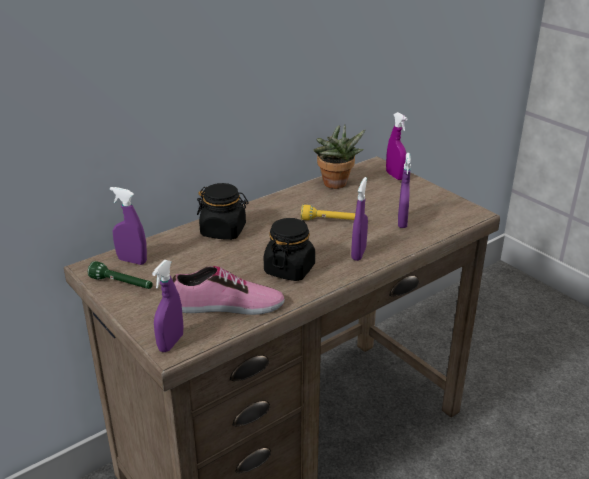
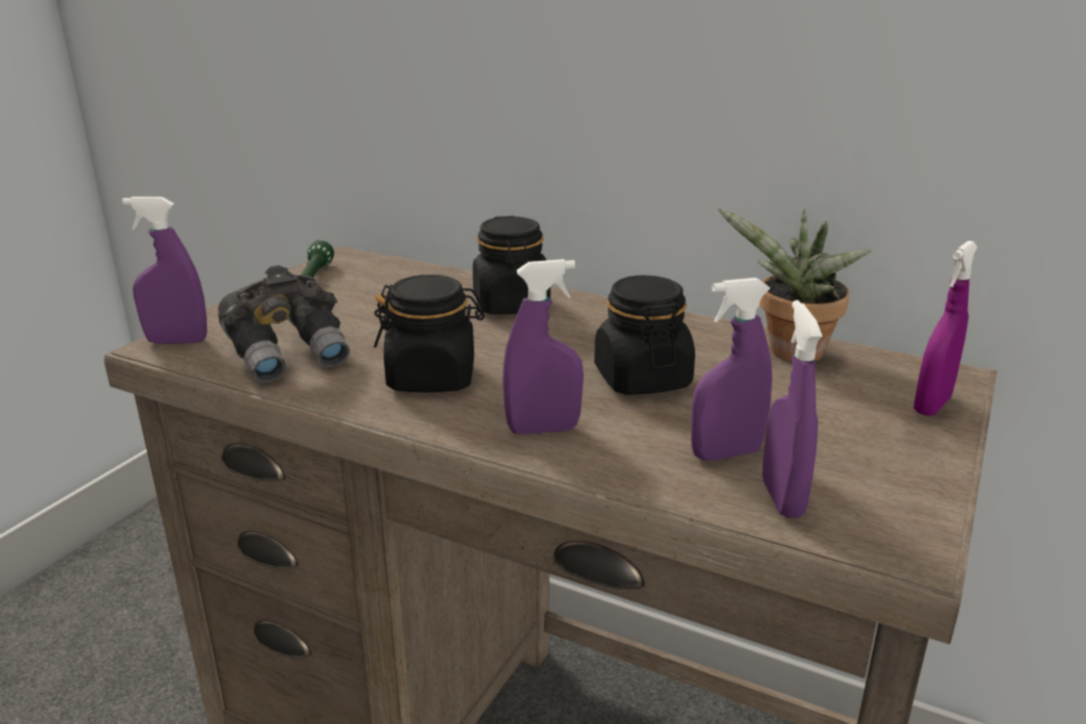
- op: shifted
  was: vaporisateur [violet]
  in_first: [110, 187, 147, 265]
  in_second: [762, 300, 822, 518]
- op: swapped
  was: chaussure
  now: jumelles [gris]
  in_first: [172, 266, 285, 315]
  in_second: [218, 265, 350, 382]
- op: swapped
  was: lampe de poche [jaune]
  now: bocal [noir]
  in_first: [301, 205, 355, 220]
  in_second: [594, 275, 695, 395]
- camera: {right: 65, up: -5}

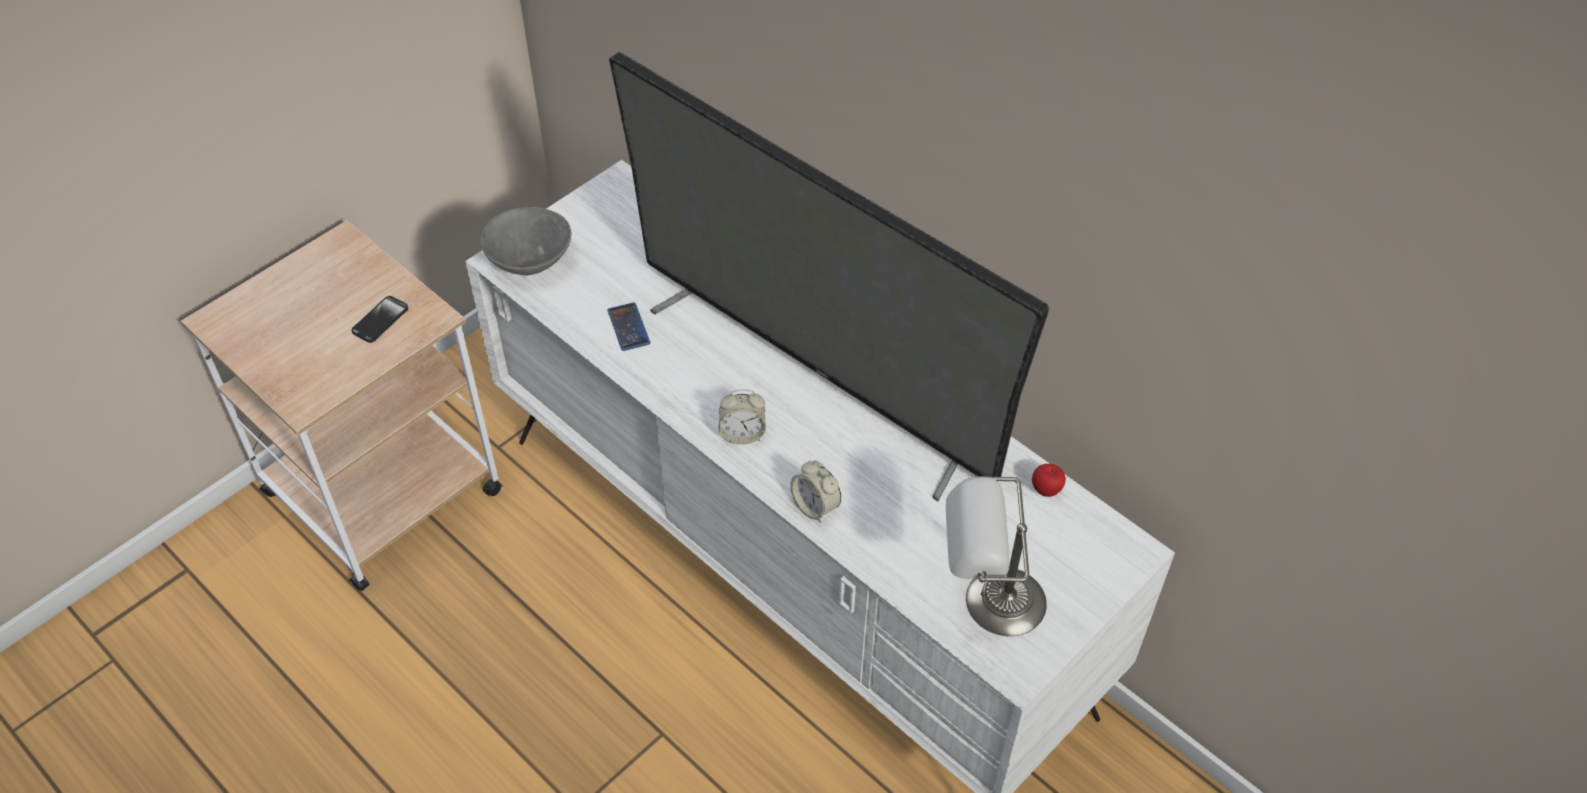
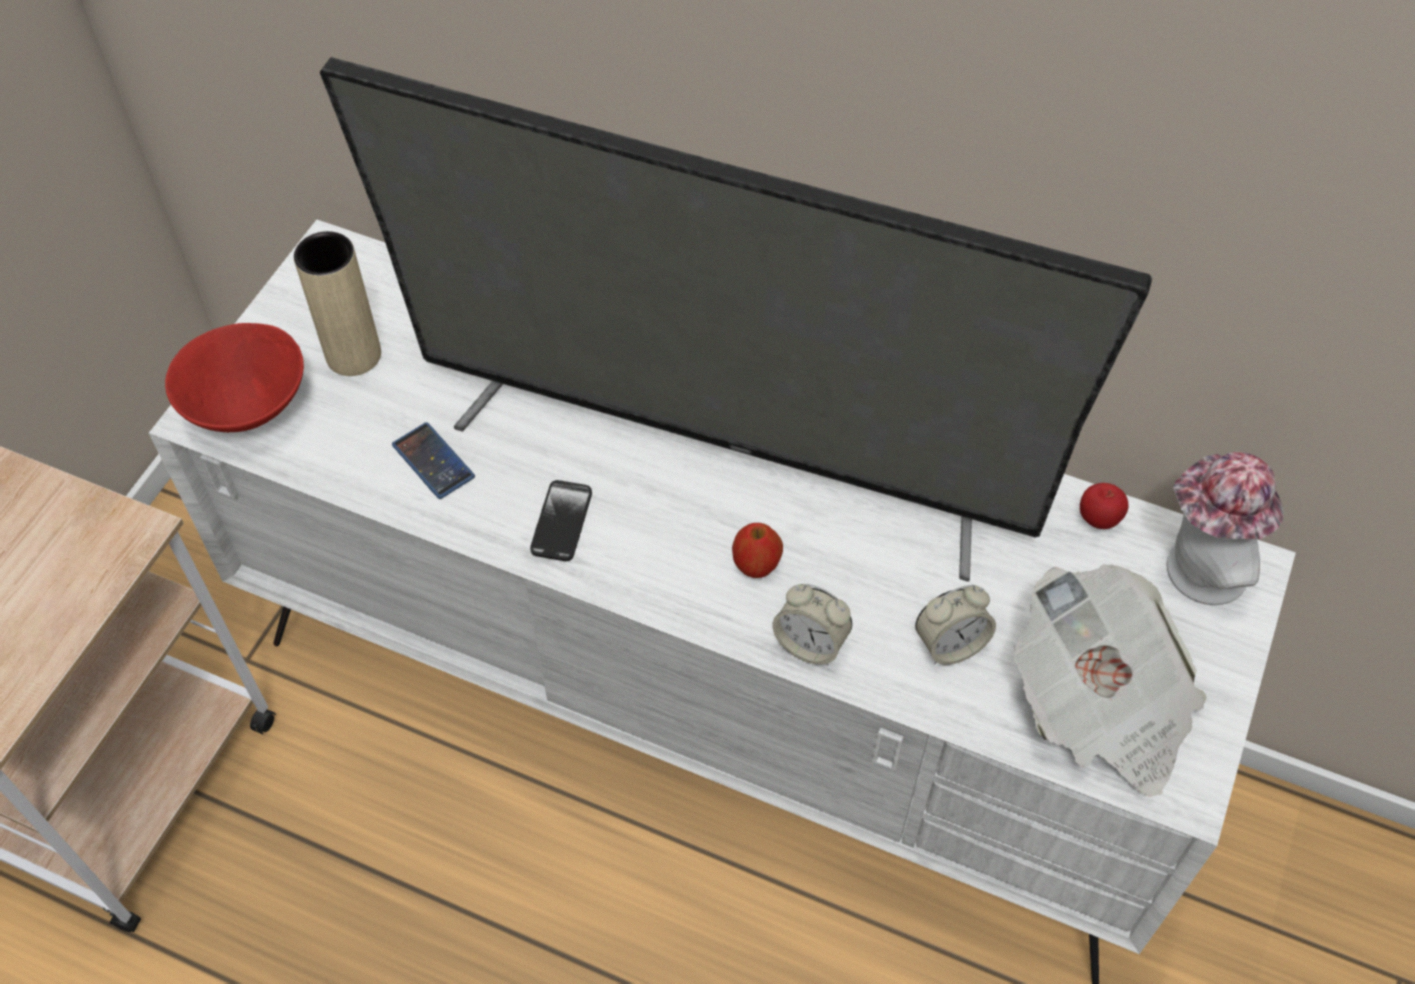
- op: shifted
  was: téléphone
  in_first: [351, 296, 408, 343]
  in_second: [530, 480, 592, 561]
- op: repainted
  was: bol [gris]
  now: bol [rouge]
  in_first: [480, 207, 571, 275]
  in_second: [165, 323, 304, 432]
- op: shifted
  was: réveil
  in_first: [719, 389, 766, 445]
  in_second: [915, 585, 996, 665]
- op: swapped
  was: lampe de table [blanc]
  now: journal
  in_first: [946, 475, 1047, 636]
  in_second: [1014, 564, 1207, 797]
- op: new
  now: vase [beige]
  in_second: [294, 231, 381, 376]
- op: new
  now: pomme
  in_second: [732, 523, 783, 578]
- op: new
  now: chapeau
  in_second: [1167, 452, 1284, 605]
- camera: {right: -20, up: 5}

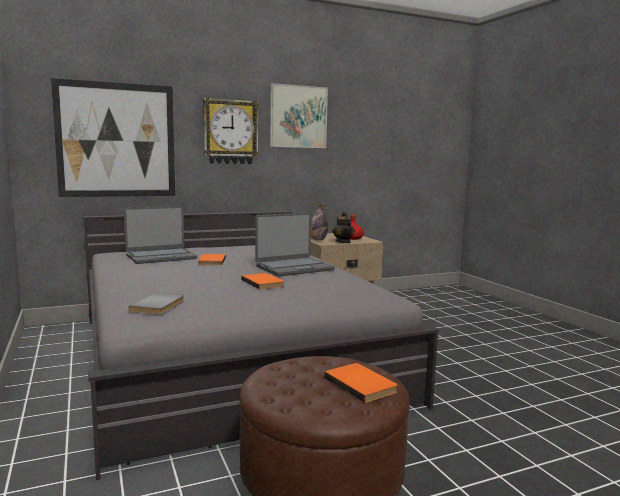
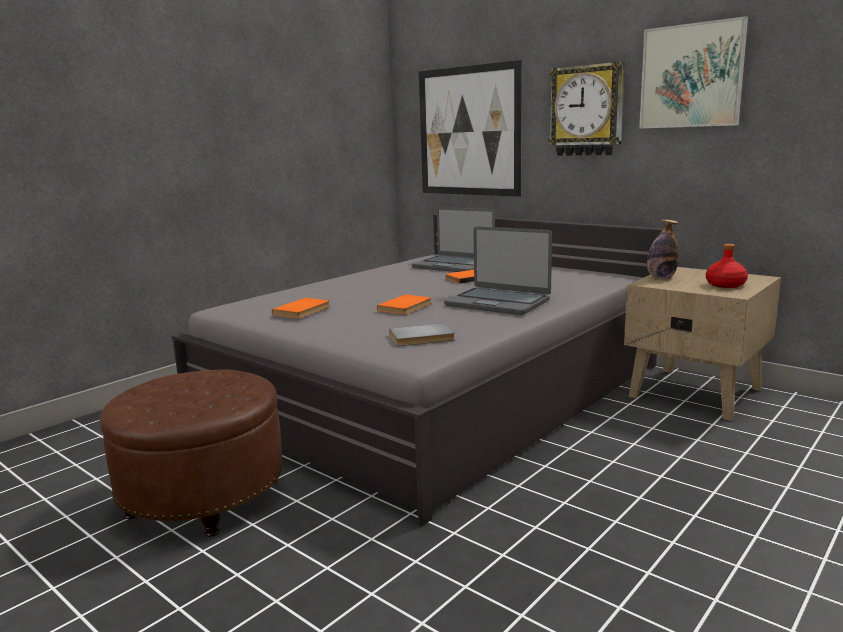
- op: shifted
  was: livre [gris]
  in_first: [129, 293, 184, 315]
  in_second: [389, 323, 455, 346]
- op: shifted
  was: livre [orange]
  in_first: [324, 363, 397, 403]
  in_second: [272, 298, 330, 318]
- op: gone
  was: théière
  in_first: [332, 211, 355, 243]
- camera: {right: 65, up: 5}

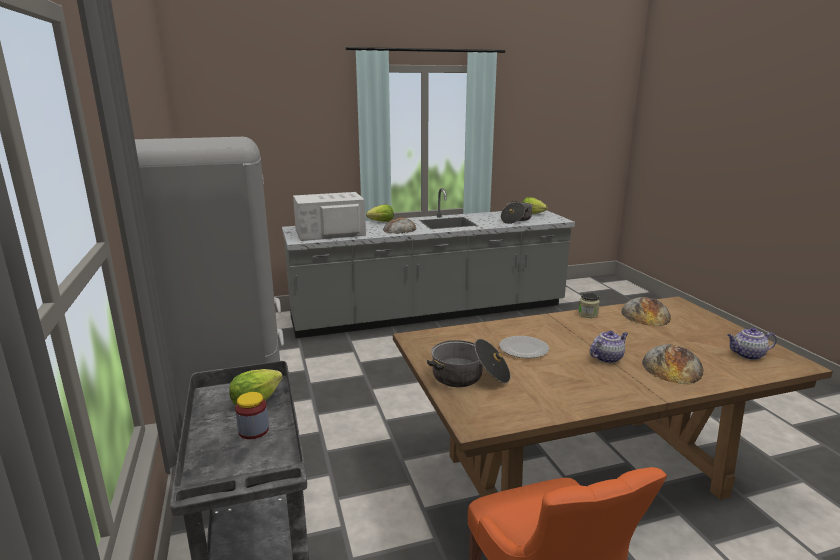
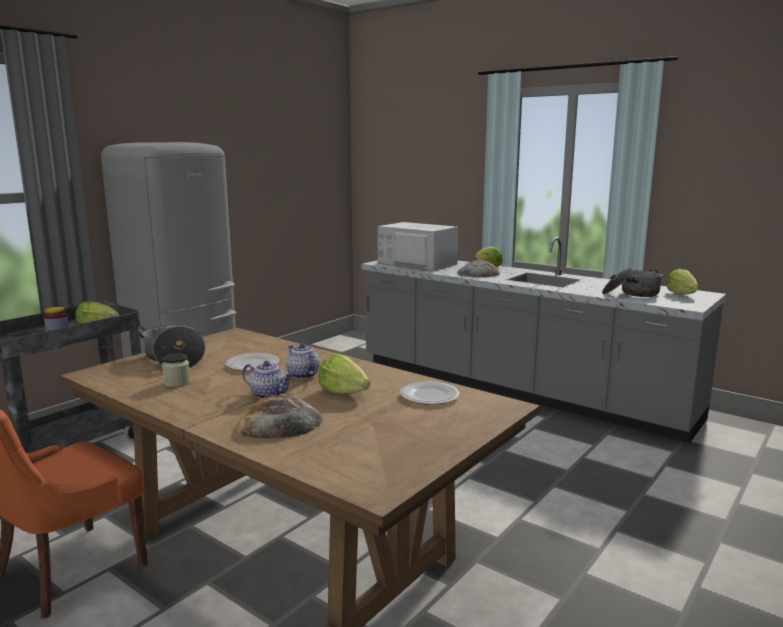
- op: shifted
  was: bocal
  in_first: [578, 293, 600, 318]
  in_second: [162, 354, 190, 387]
- op: swapped
  was: pain
  now: assiette
  in_first: [621, 297, 671, 326]
  in_second: [400, 382, 460, 405]
- op: shifted
  was: théière
  in_first: [727, 327, 777, 360]
  in_second: [286, 343, 320, 379]
- op: new
  now: laitue
  in_second: [319, 354, 370, 394]
- camera: {right: 55, up: -5}

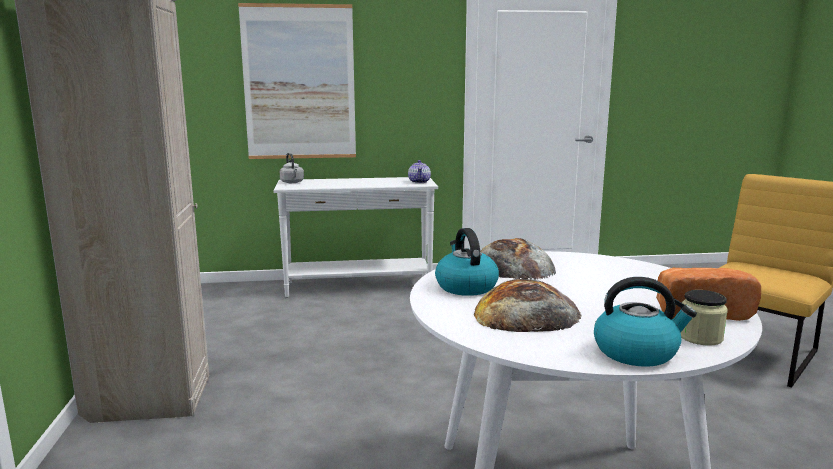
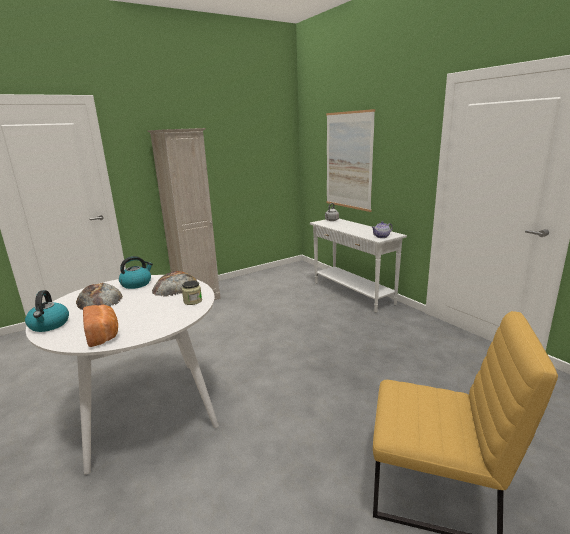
- op: shifted
  was: bocal
  in_first: [681, 290, 728, 346]
  in_second: [182, 281, 202, 305]
- camera: {right: 65, up: 5}

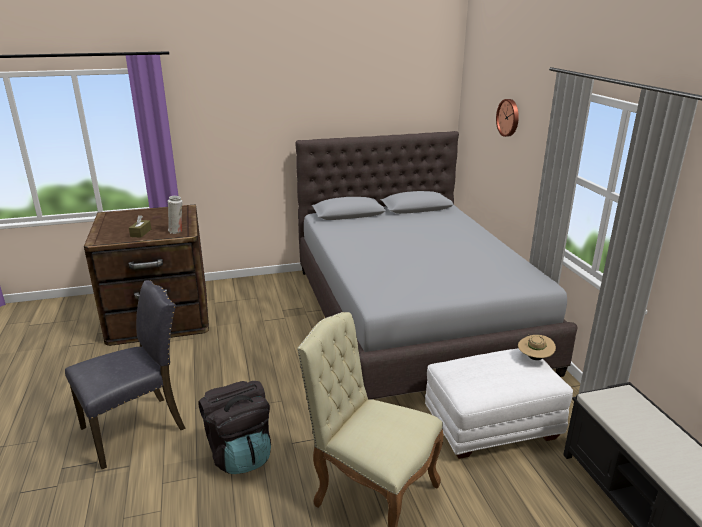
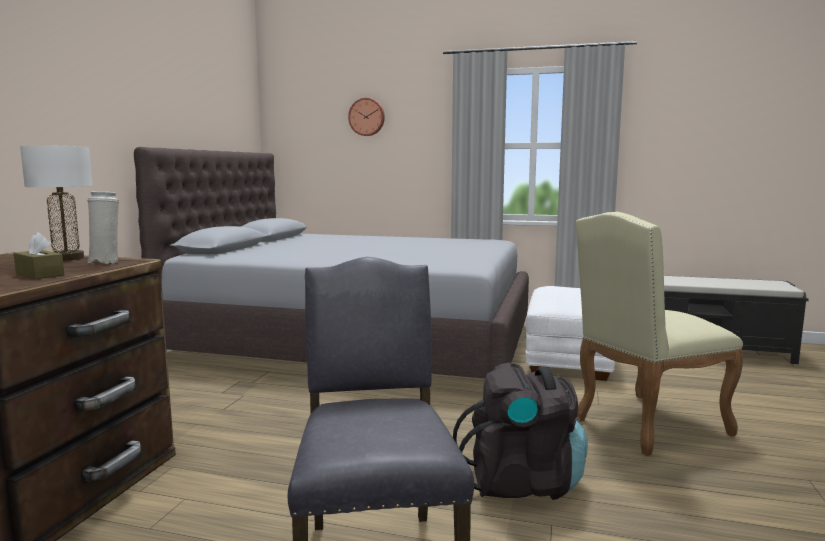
- op: gone
  was: chapeau [beige]
  in_first: [518, 334, 556, 360]
- op: new
  now: lampe de table
  in_second: [20, 145, 93, 261]
- camera: {right: -60, up: -15}

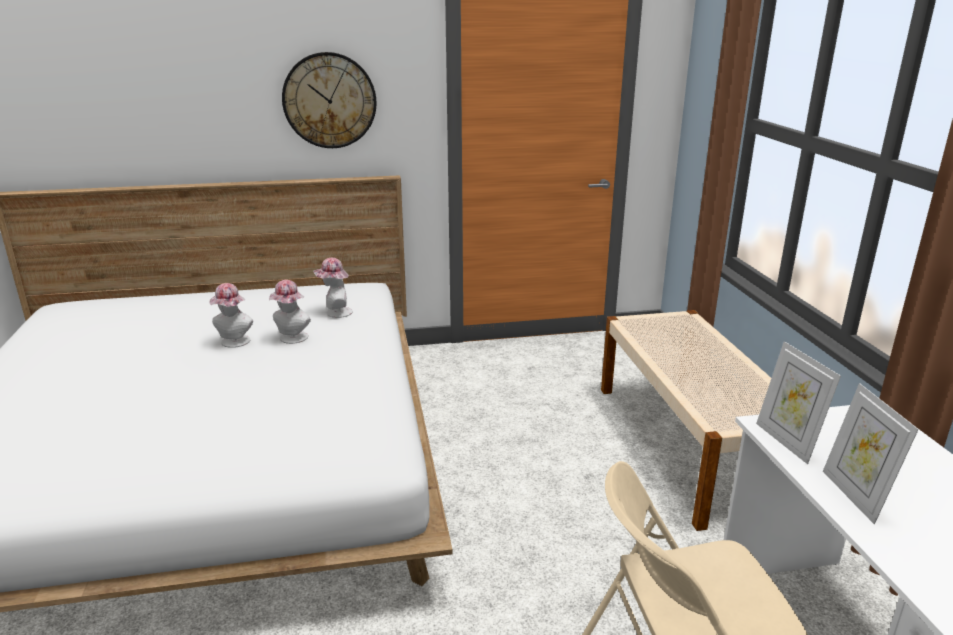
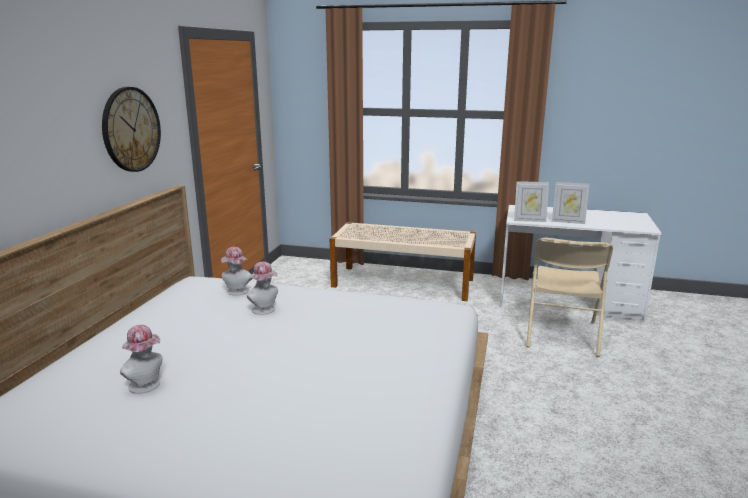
- op: shifted
  was: chapeau
  in_first: [210, 283, 253, 348]
  in_second: [120, 325, 162, 394]
- camera: {right: -65, up: -5}

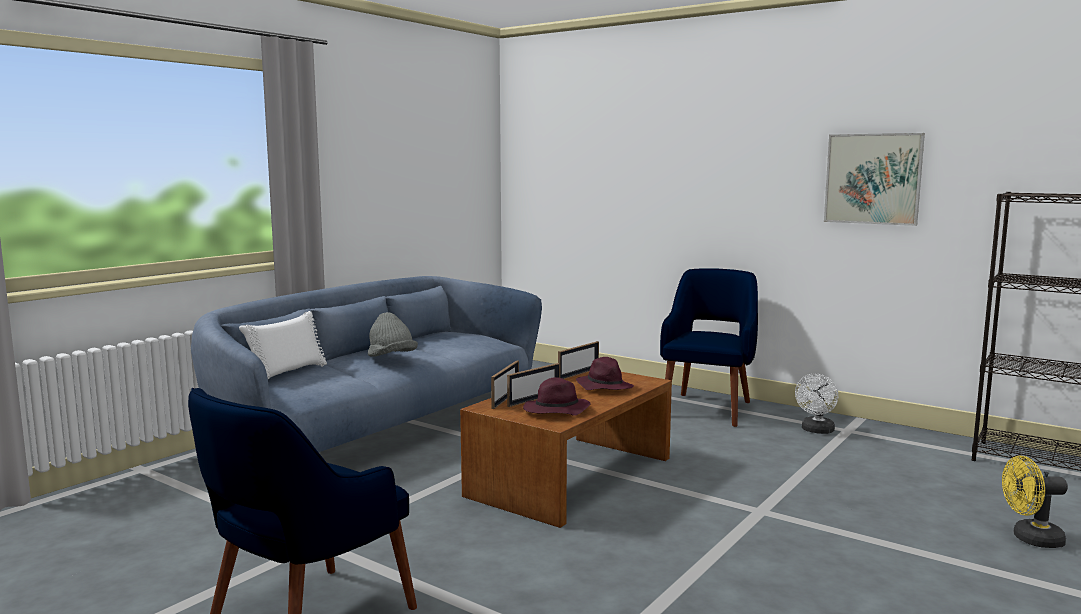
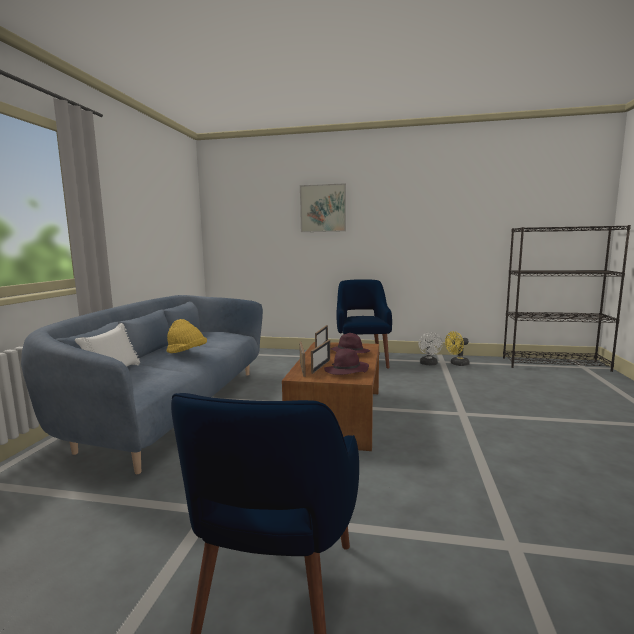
- op: repainted
  was: chapeau [gris]
  now: chapeau [jaune]
  in_first: [368, 312, 418, 357]
  in_second: [166, 319, 207, 353]
- op: shifted
  was: tableau
  in_first: [824, 133, 925, 226]
  in_second: [300, 183, 346, 232]
- op: shifted
  was: ventilateur [jaune]
  in_first: [1002, 456, 1068, 548]
  in_second: [445, 331, 470, 366]
- camera: {right: -25, up: 0}

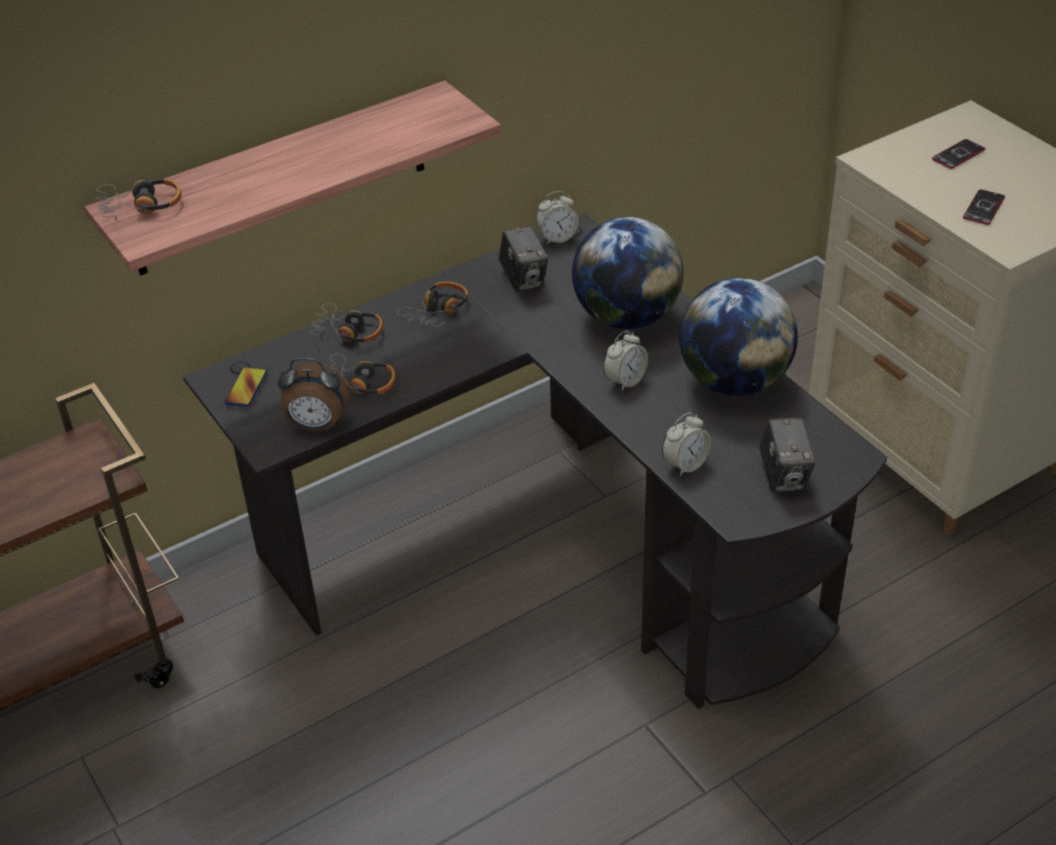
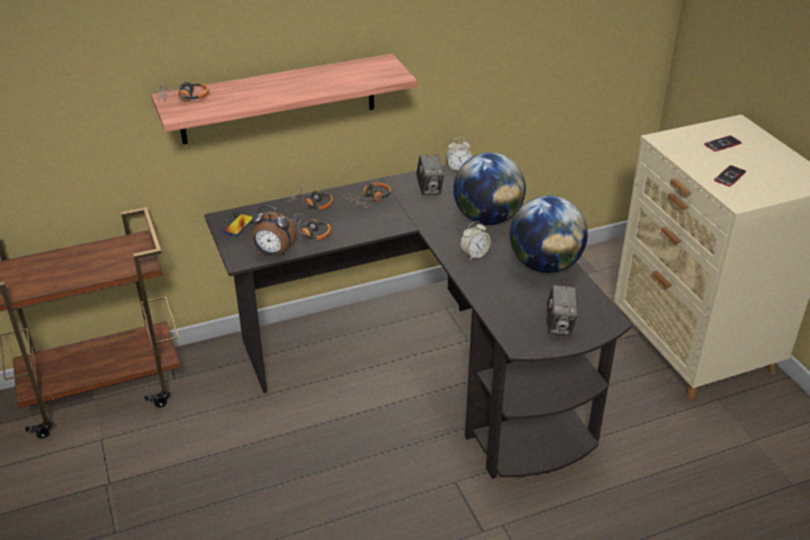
- op: gone
  was: réveil
  in_first: [662, 412, 711, 476]
- camera: {right: 10, up: -5}

